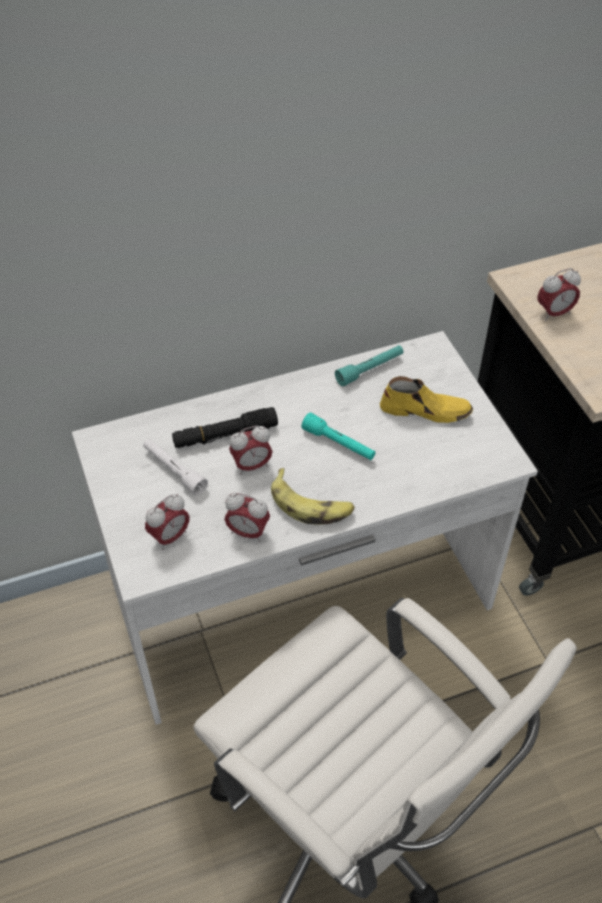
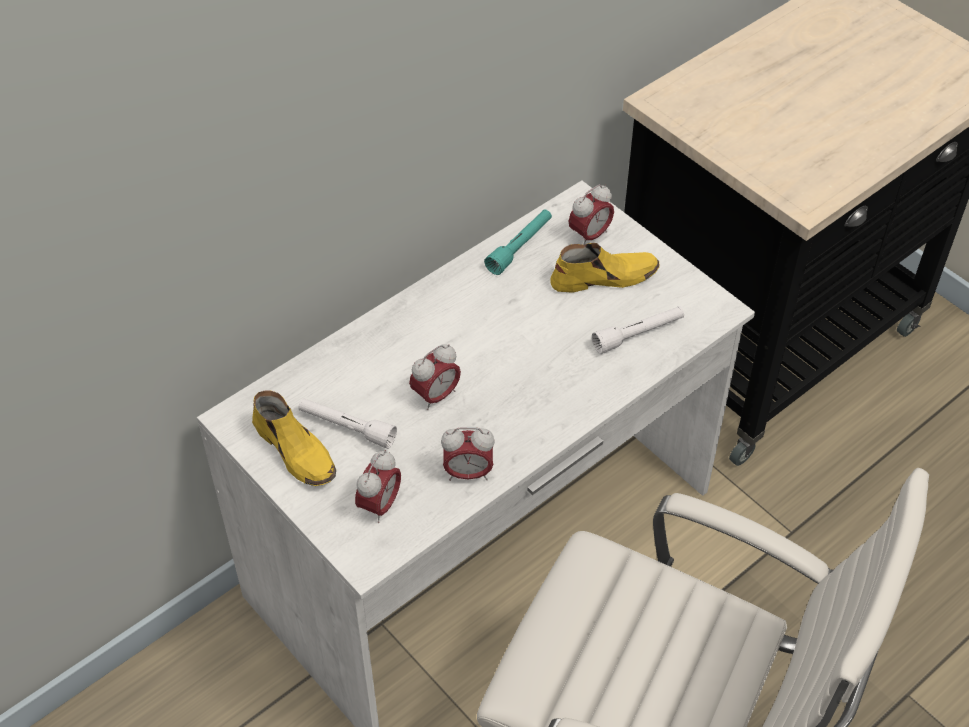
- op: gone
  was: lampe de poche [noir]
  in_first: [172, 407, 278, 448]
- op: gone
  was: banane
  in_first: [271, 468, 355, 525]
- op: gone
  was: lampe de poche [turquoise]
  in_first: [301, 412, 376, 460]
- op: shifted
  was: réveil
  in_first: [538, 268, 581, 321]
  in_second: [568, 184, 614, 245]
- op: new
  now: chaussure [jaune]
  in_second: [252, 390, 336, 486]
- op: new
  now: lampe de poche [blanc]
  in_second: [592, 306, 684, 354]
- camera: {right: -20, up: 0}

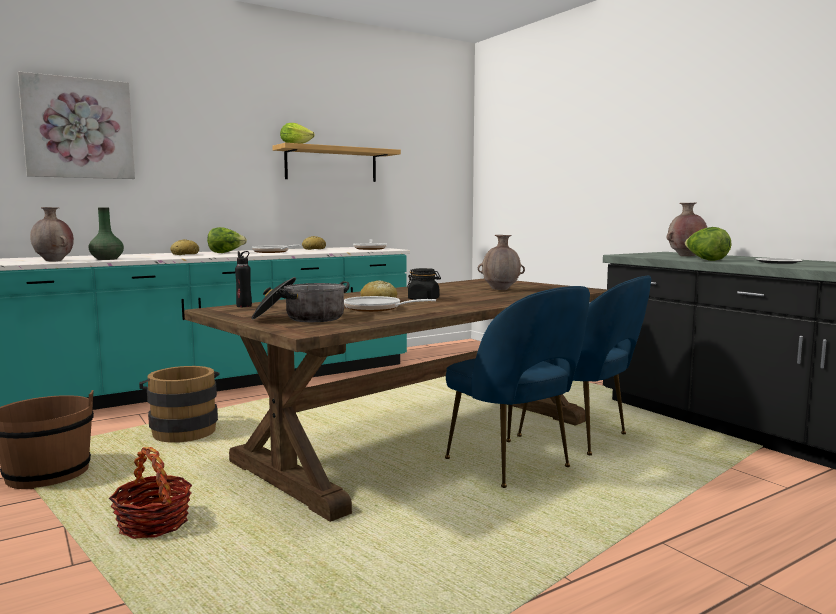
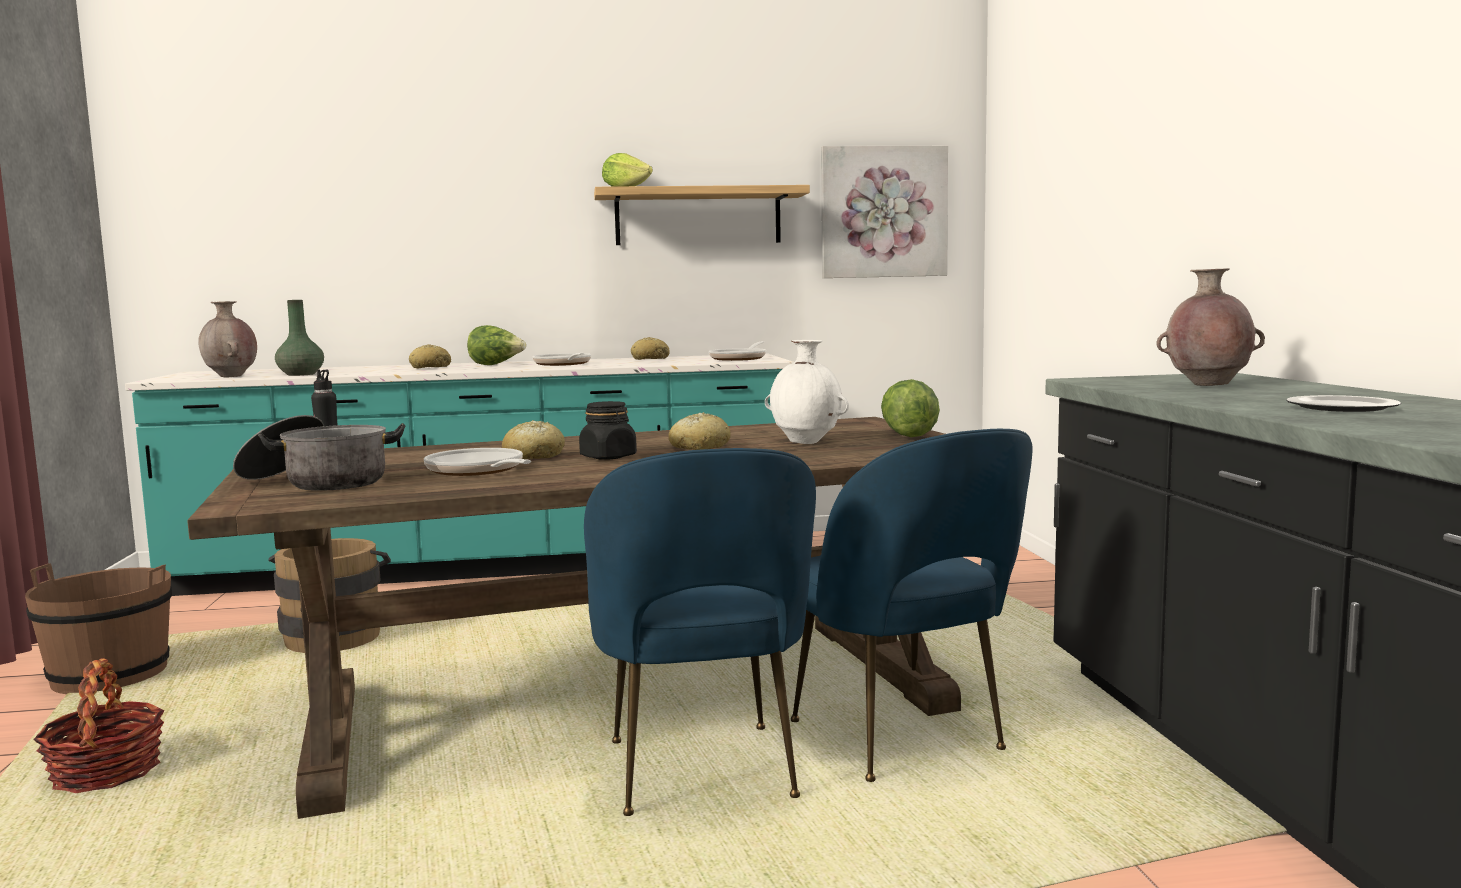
- op: shifted
  was: tableau
  in_first: [18, 71, 135, 179]
  in_second: [821, 145, 948, 278]
- op: repainted
  was: vase [marron]
  now: vase [blanc]
  in_first: [478, 235, 525, 290]
  in_second: [765, 340, 849, 444]
- op: shifted
  was: laitue
  in_first: [685, 227, 732, 261]
  in_second: [881, 379, 940, 437]
- op: new
  now: pain
  in_second: [668, 412, 730, 450]
- camera: {right: 25, up: 0}

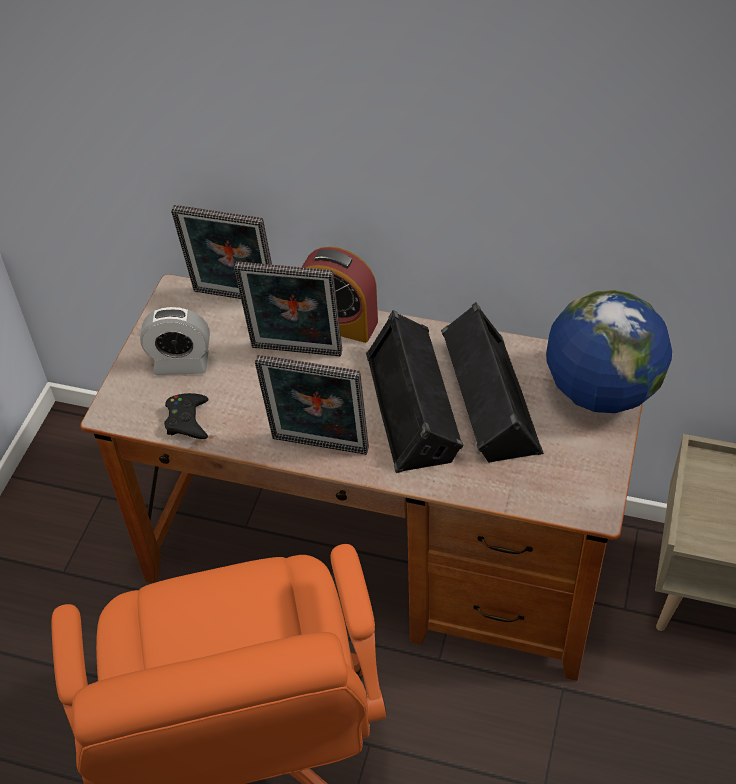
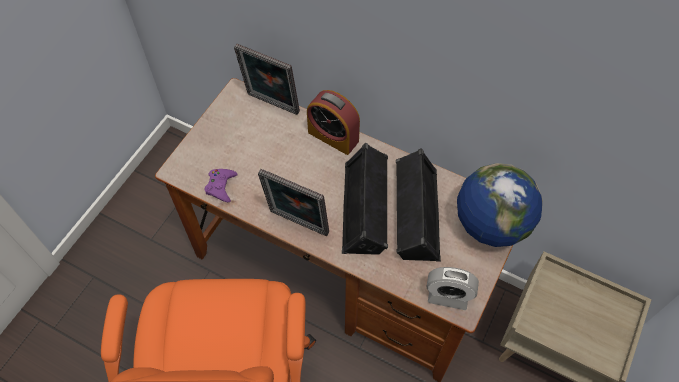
- op: shifted
  was: réveil
  in_first: [140, 307, 210, 375]
  in_second: [427, 267, 479, 310]
- op: repainted
  was: manette [noir]
  now: manette [violet]
  in_first: [164, 393, 208, 439]
  in_second: [205, 169, 238, 202]
- op: gone
  was: cadre photo
  in_first: [234, 262, 342, 357]
- camera: {right: 10, up: 10}

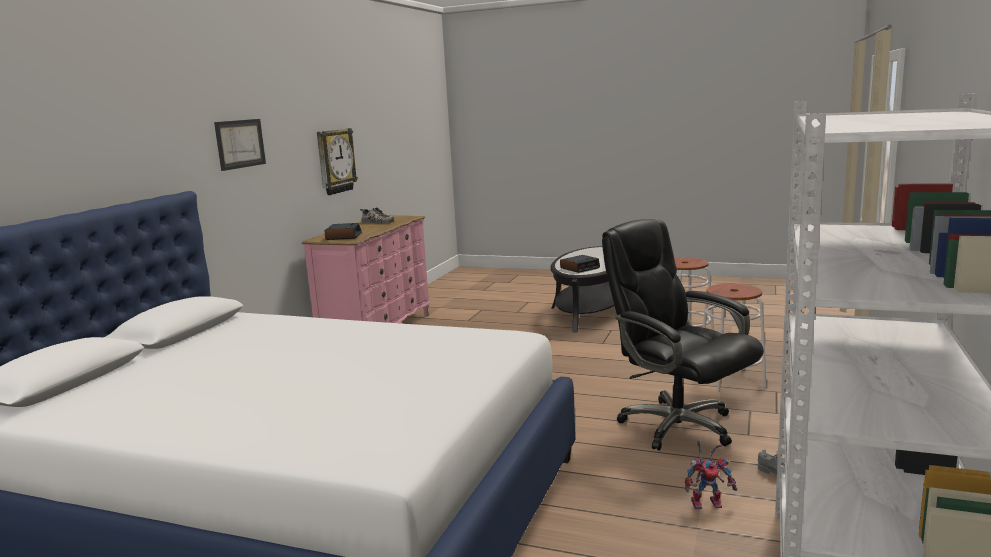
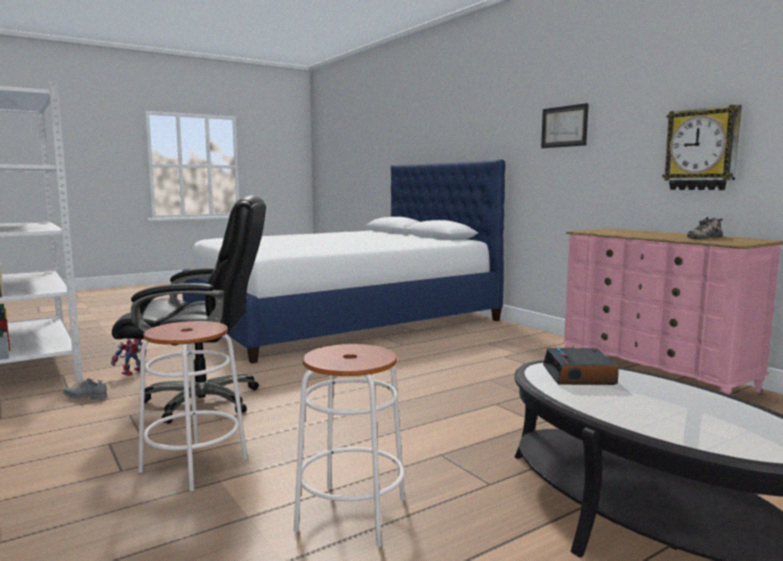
- op: gone
  was: réveil
  in_first: [324, 223, 362, 240]
- camera: {right: 125, up: -5}

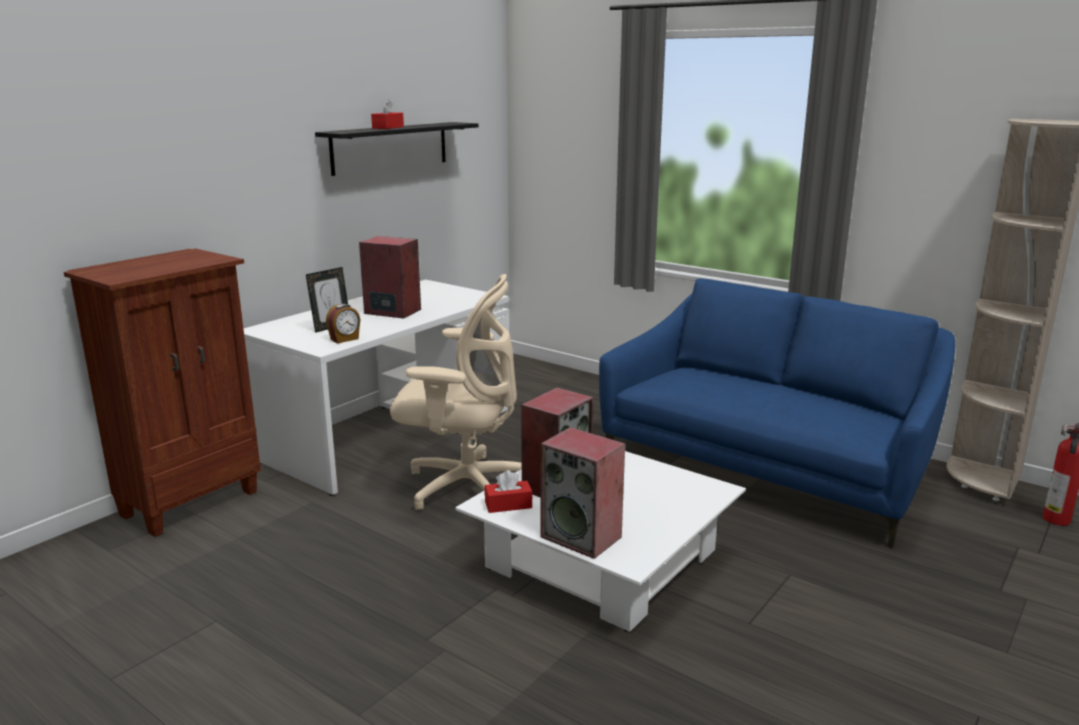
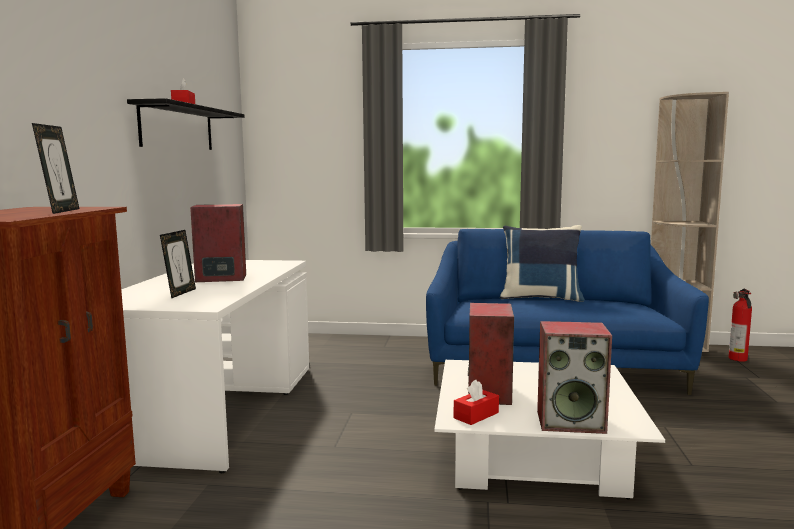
- op: gone
  was: réveil
  in_first: [326, 304, 360, 343]
- op: gone
  was: chaise de bureau [beige]
  in_first: [390, 274, 522, 510]
- op: new
  now: cadre photo
  in_second: [32, 123, 80, 214]
- op: new
  now: coussin [bleu]
  in_second: [500, 225, 585, 302]
- camera: {right: -30, up: -10}

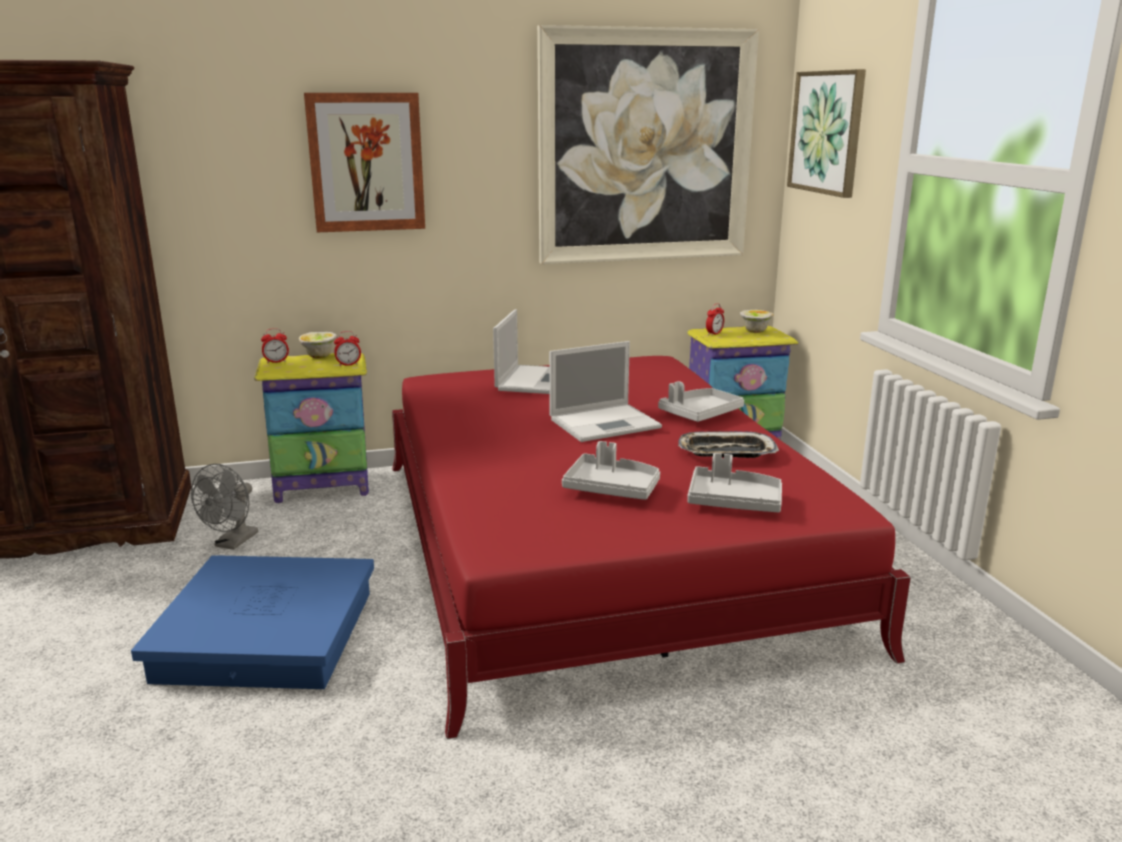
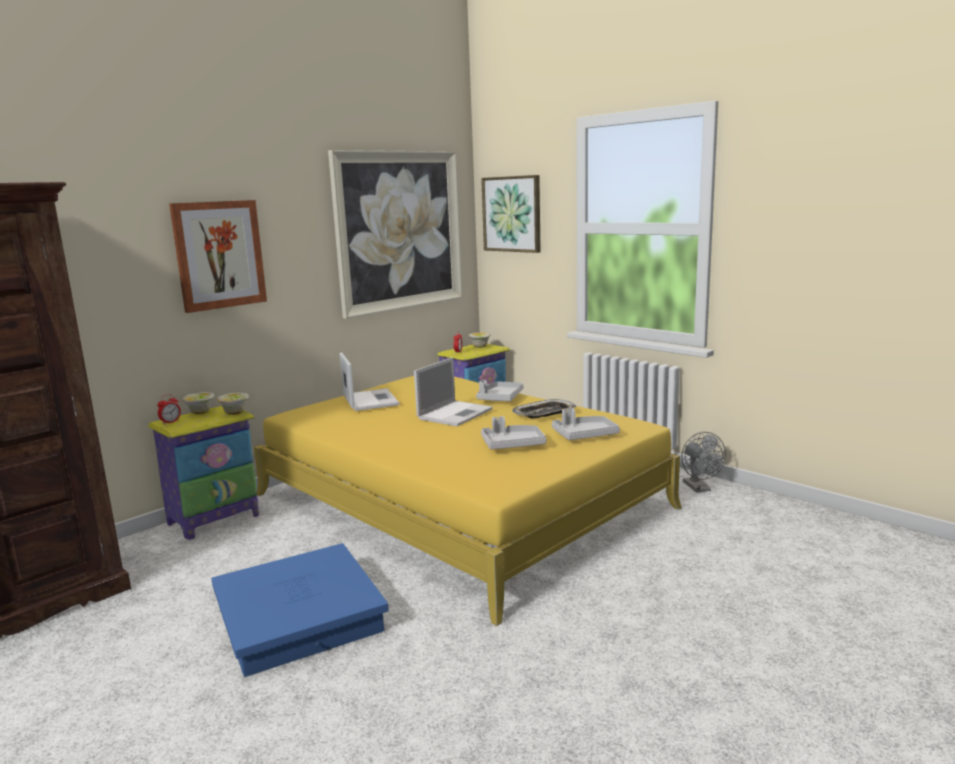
- op: shifted
  was: ventilateur [gris]
  in_first: [191, 464, 258, 550]
  in_second: [681, 432, 726, 493]
- op: swapped
  was: réveil
  now: bol
  in_first: [334, 331, 361, 366]
  in_second: [217, 393, 249, 415]
- op: repainted
  was: lit [rouge]
  now: lit [jaune]
  in_first: [392, 356, 911, 739]
  in_second: [254, 376, 682, 626]
- camera: {right: -30, up: -5}

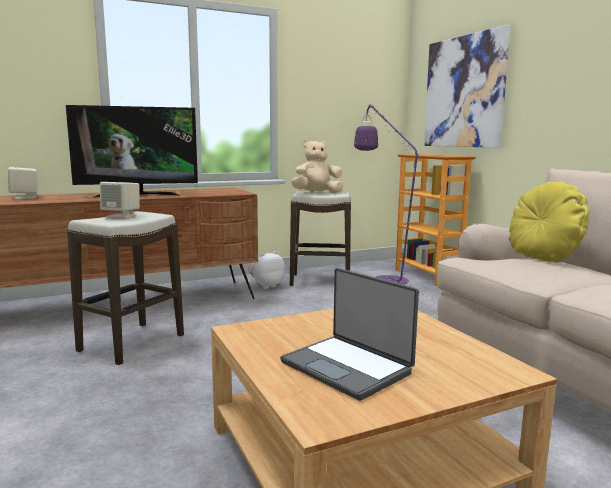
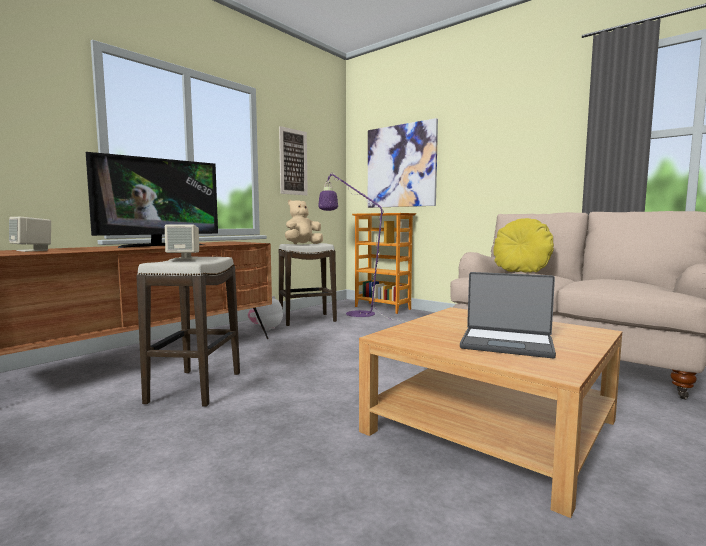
- op: new
  now: tableau
  in_second: [279, 126, 308, 195]
- camera: {right: -25, up: -5}

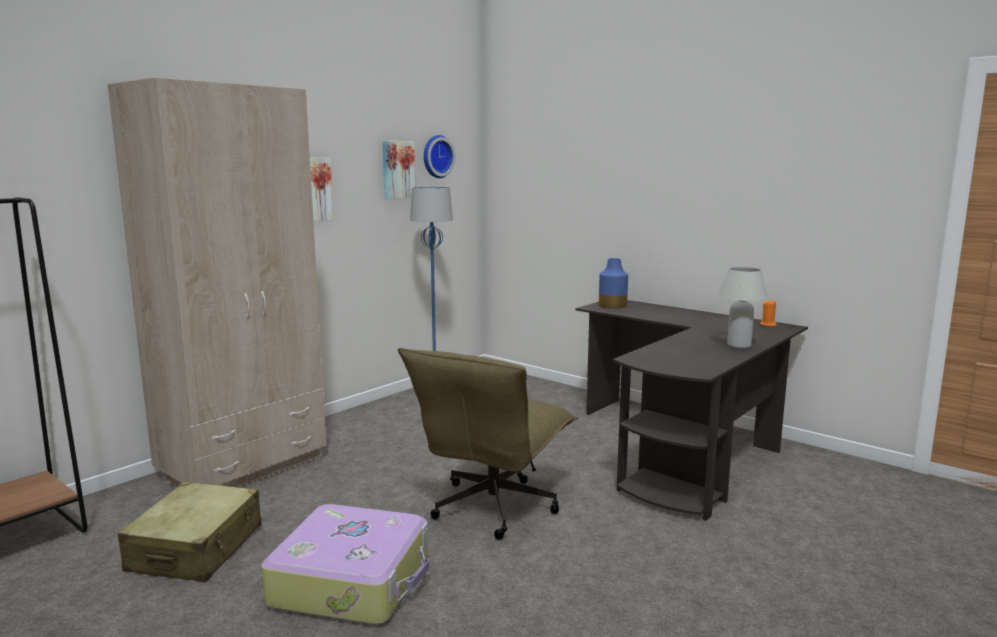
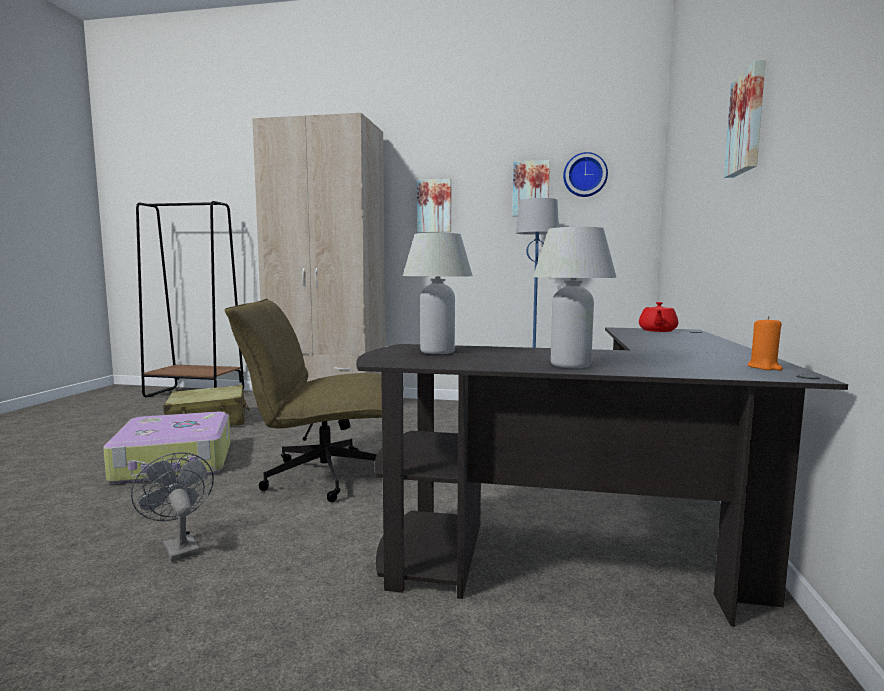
- op: swapped
  was: vase [bleu]
  now: théière [rouge]
  in_first: [599, 258, 628, 308]
  in_second: [639, 302, 678, 332]
- op: new
  now: ventilateur [gris]
  in_second: [131, 452, 214, 562]
- op: new
  now: lampe de table [blanc]
  in_second: [403, 233, 473, 354]
- op: new
  now: tableau
  in_second: [724, 60, 766, 178]
- camera: {right: 60, up: -5}

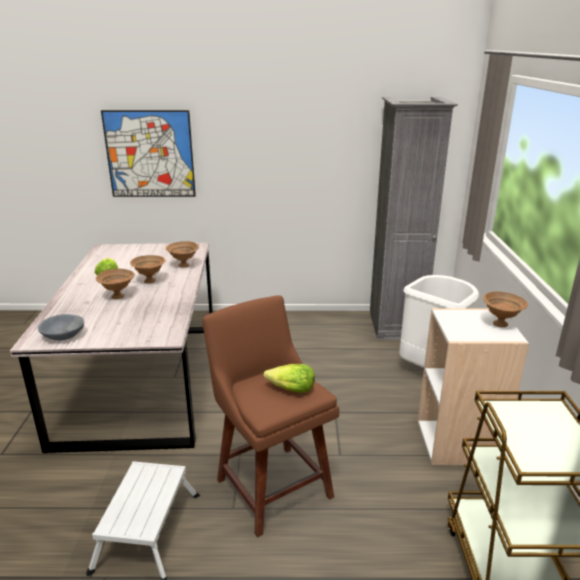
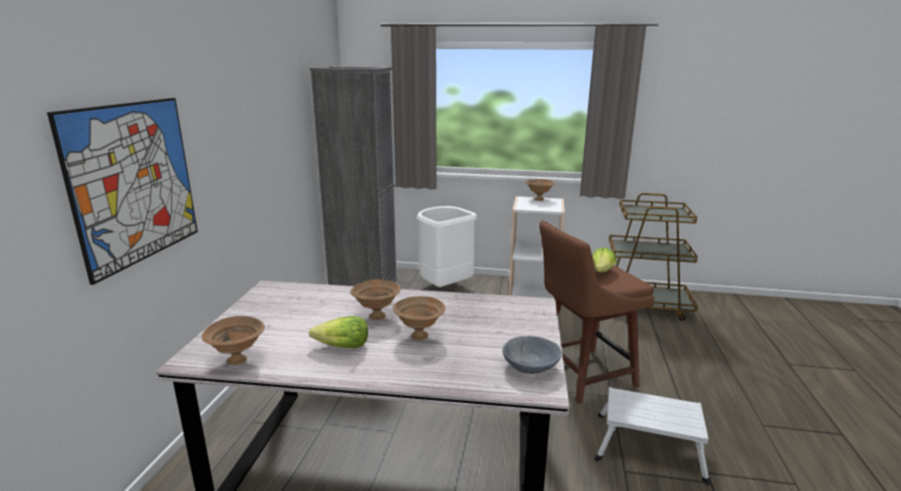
- op: shifted
  was: bol [marron]
  in_first: [166, 241, 199, 268]
  in_second: [202, 316, 265, 365]
- camera: {right: -80, up: -5}

